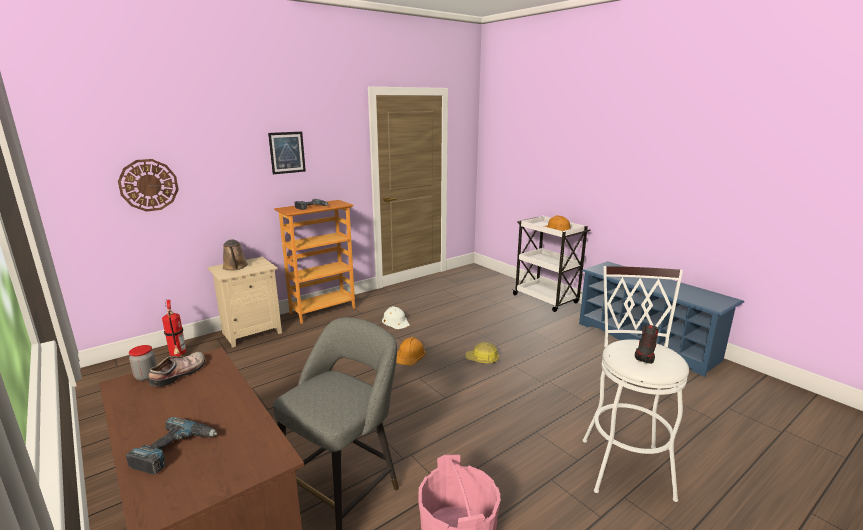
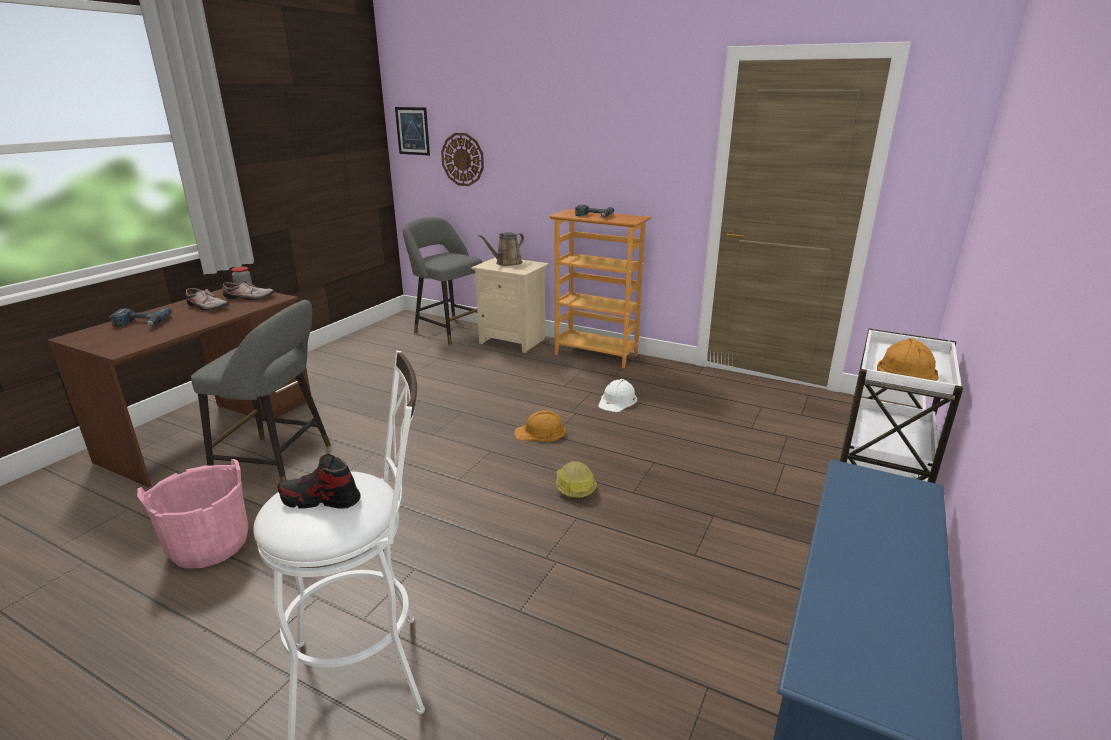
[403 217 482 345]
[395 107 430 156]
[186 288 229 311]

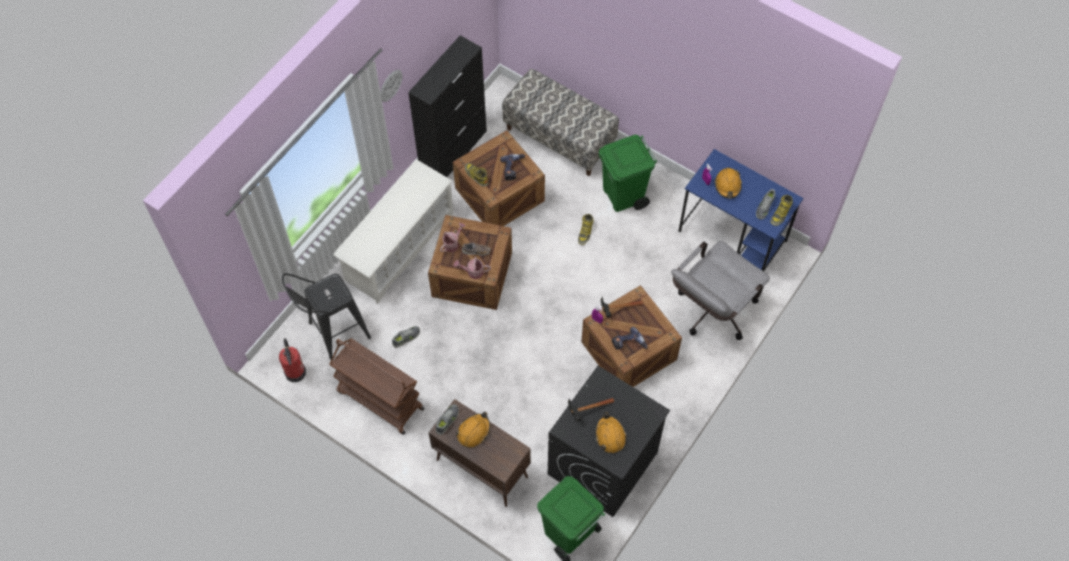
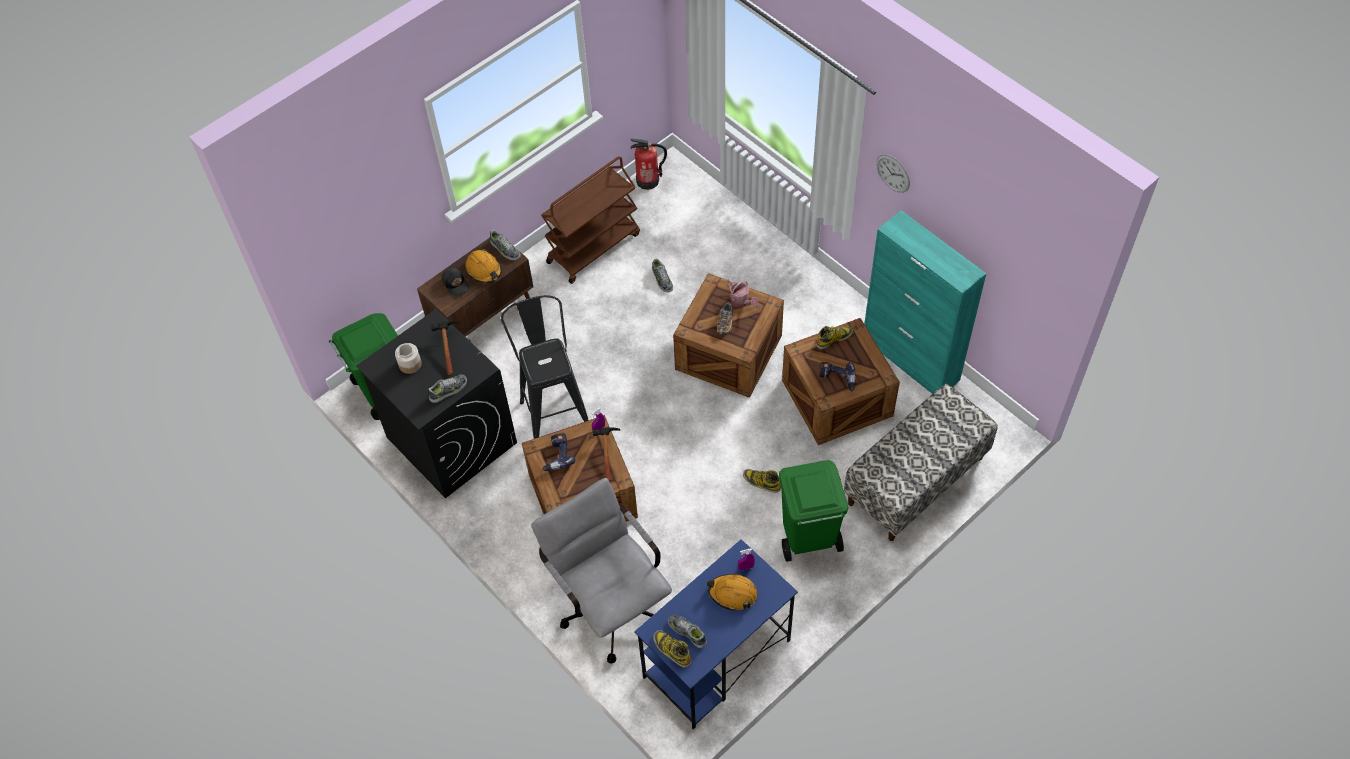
[501 295 588 439]
[333 159 454 304] (first image)
[864 210 987 394]
[454 257 491 279] (first image)
[395 343 422 374]
[428 374 467 403]
[442 268 469 296]

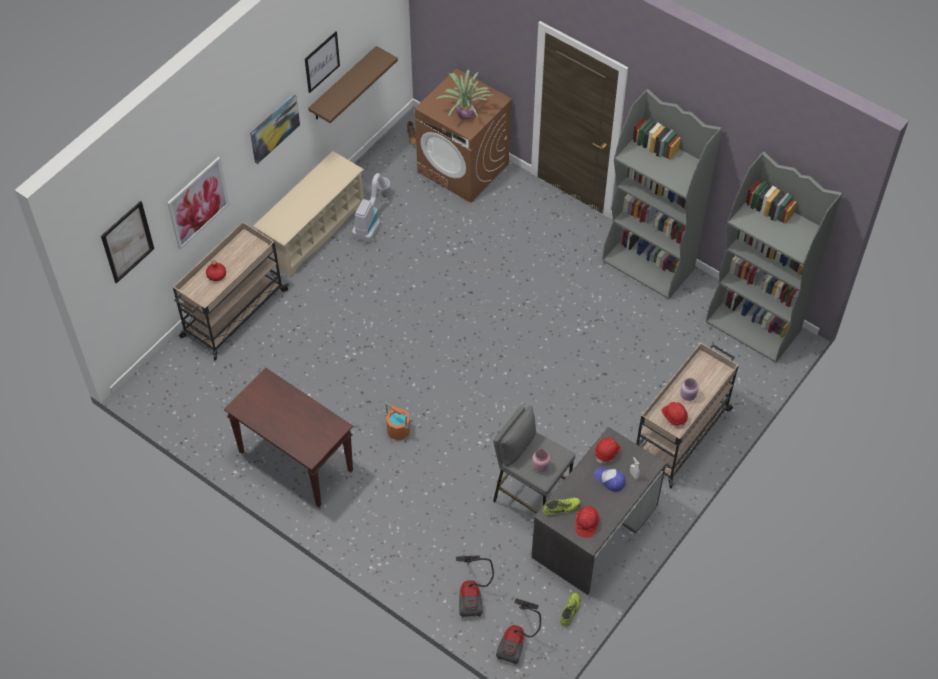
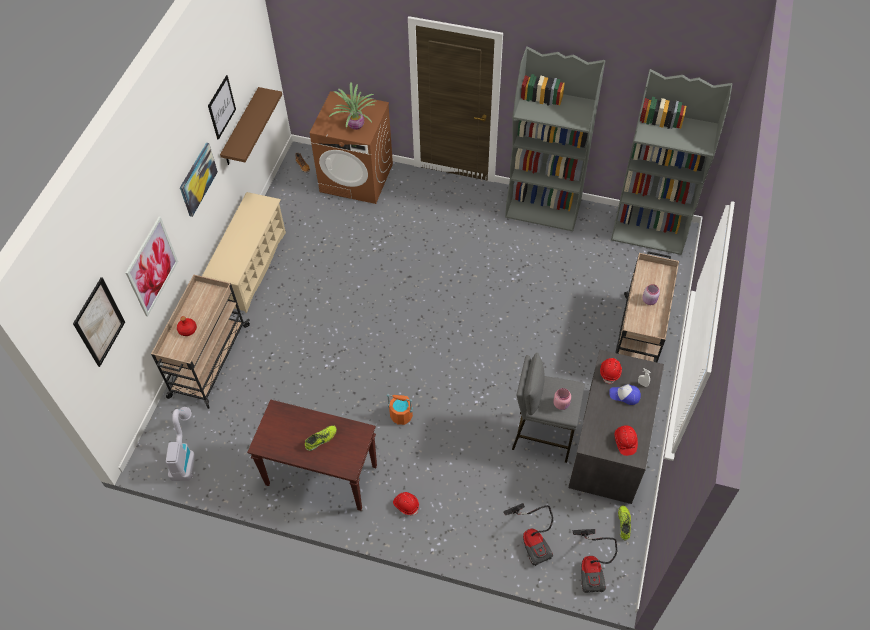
[166 407 195 481]
[305 425 337 451]
[393 492 419 516]

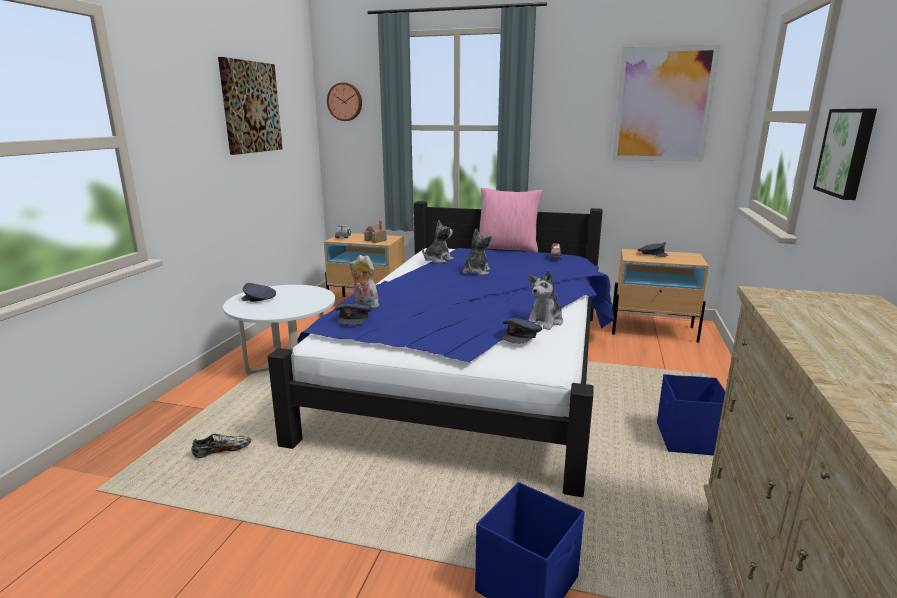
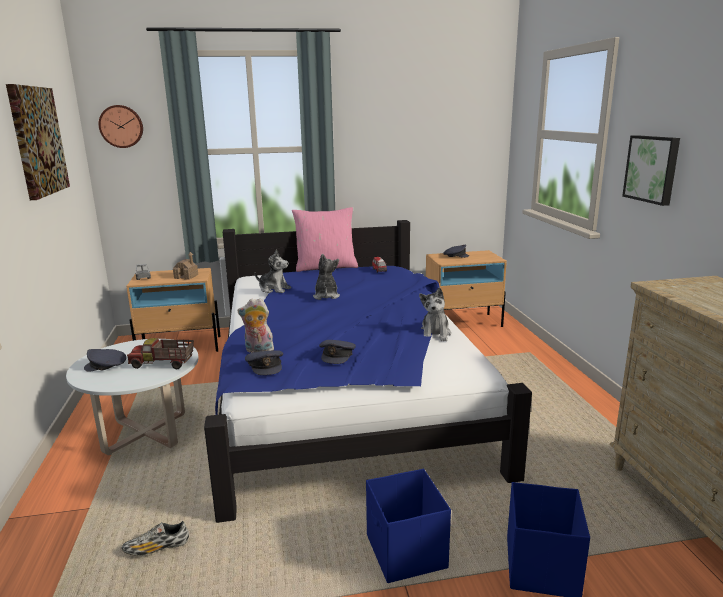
[122 521 189 556]
[255 249 291 293]
[319 340 356 364]
[612 45 720 162] (first image)
[366 469 451 583]
[127 338 194 369]

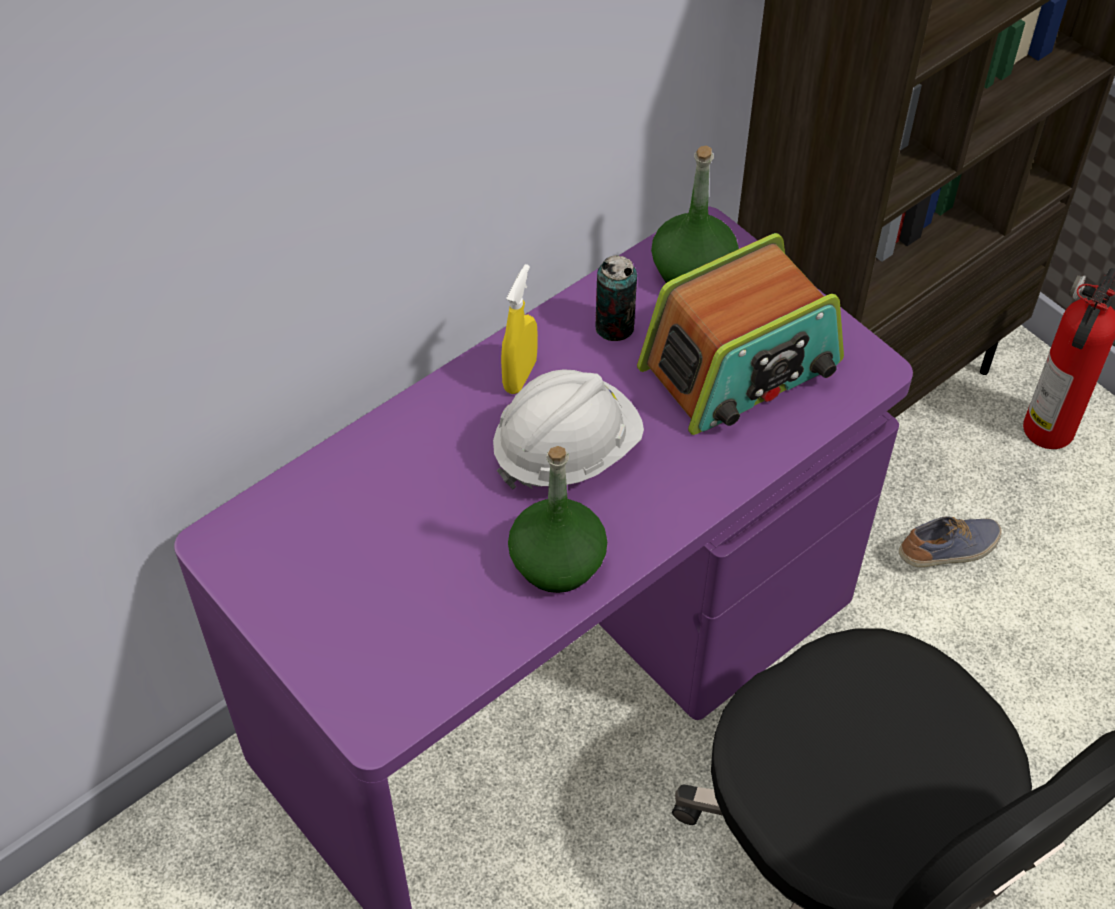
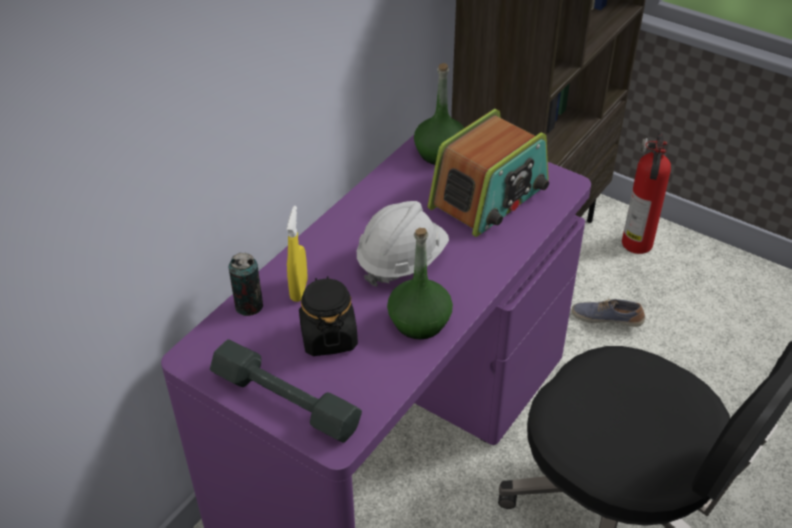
[287 206 308 302]
[229 253 263 316]
[572 299 645 327]
[210 339 362 443]
[299 276 358 356]

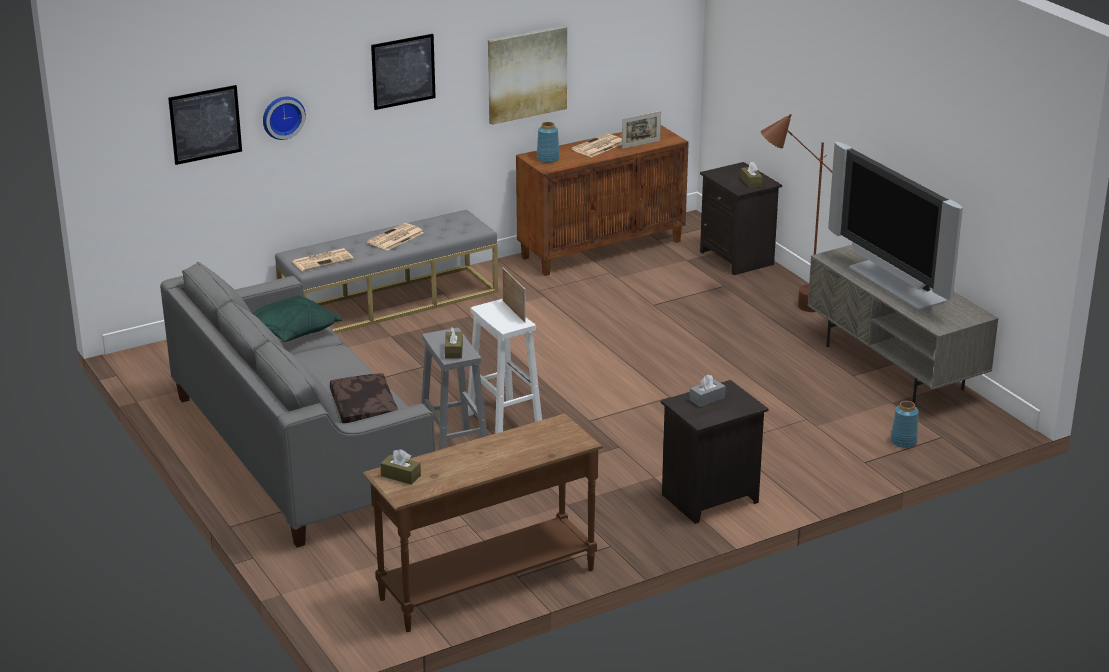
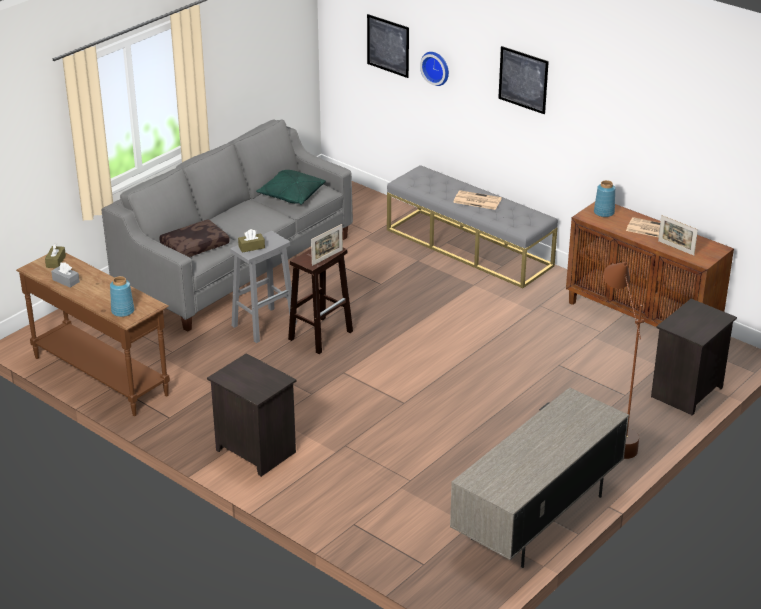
[292 248 354 271] (first image)
[288 248 353 354]
[488 26 567 125] (first image)
[51 262 80 288]
[740 162 763 188] (first image)
[828 142 963 310] (first image)
[110 276 134 317]

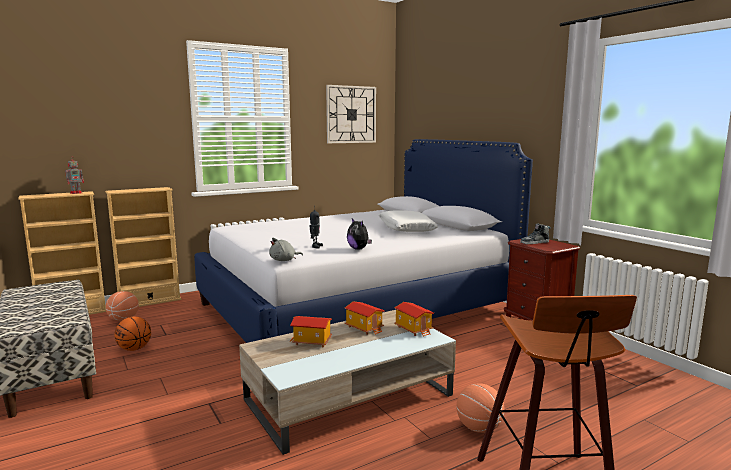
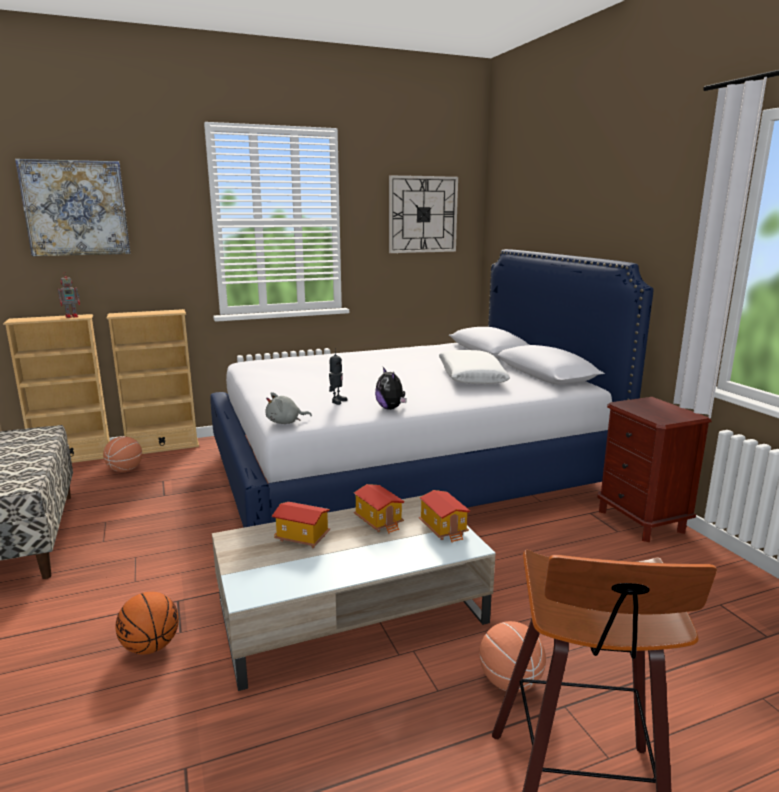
[116 592 179 654]
[520 223 551 244] (first image)
[15 159 130 256]

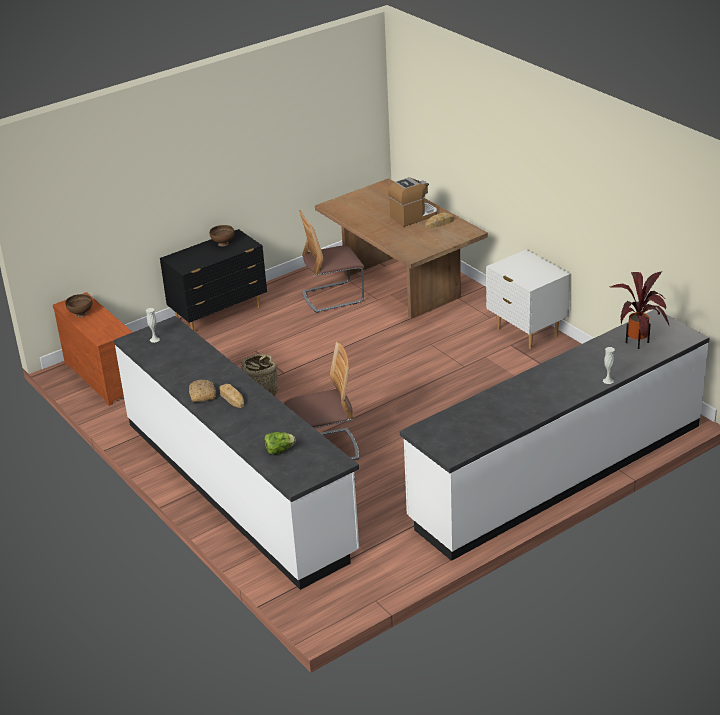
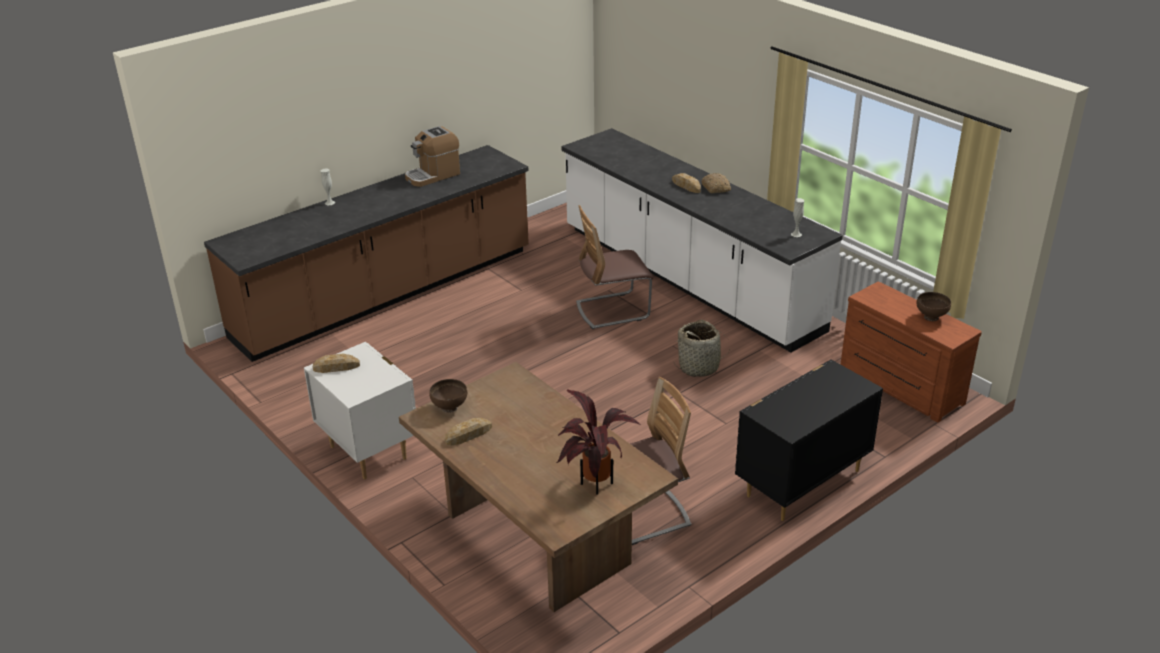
[429 379 467 413]
[264 432 296 454] (first image)
[405 126 460 187]
[204 145 529 362]
[557 389 640 495]
[313 354 360 373]

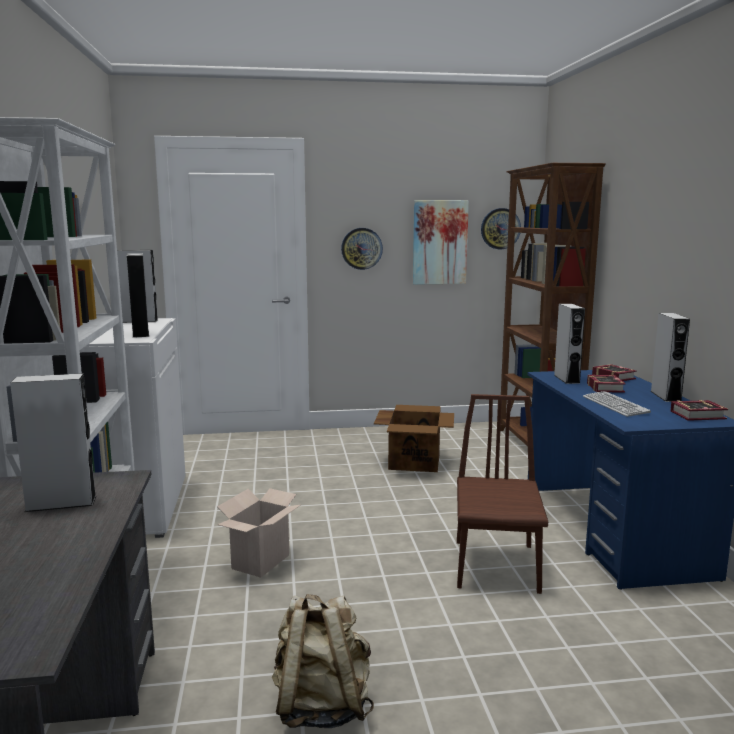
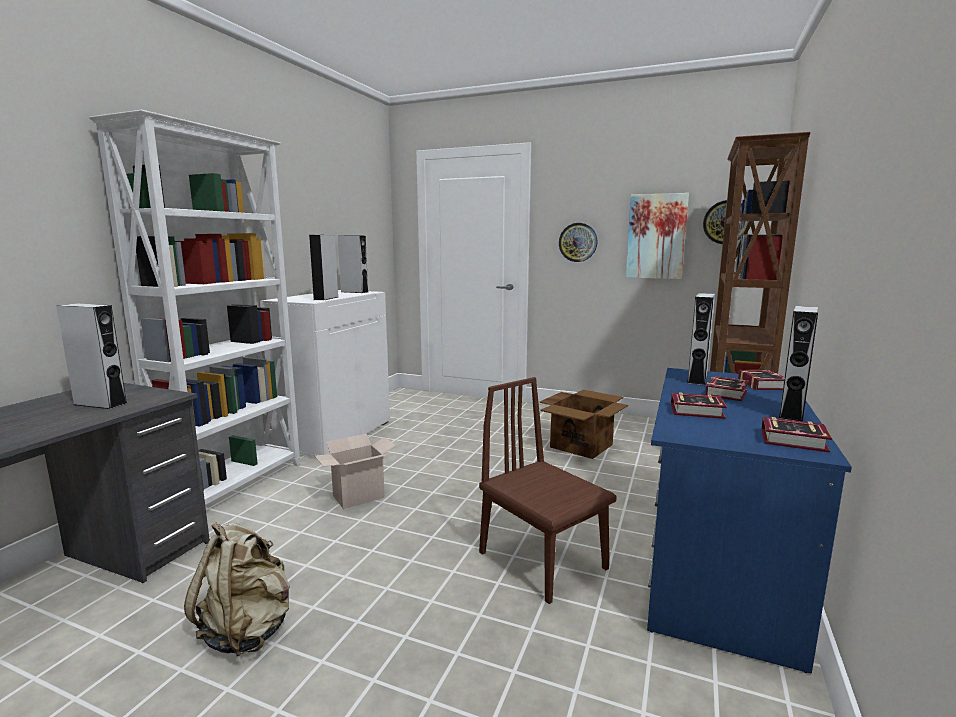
[479 377 617 604]
[671 392 727 419]

